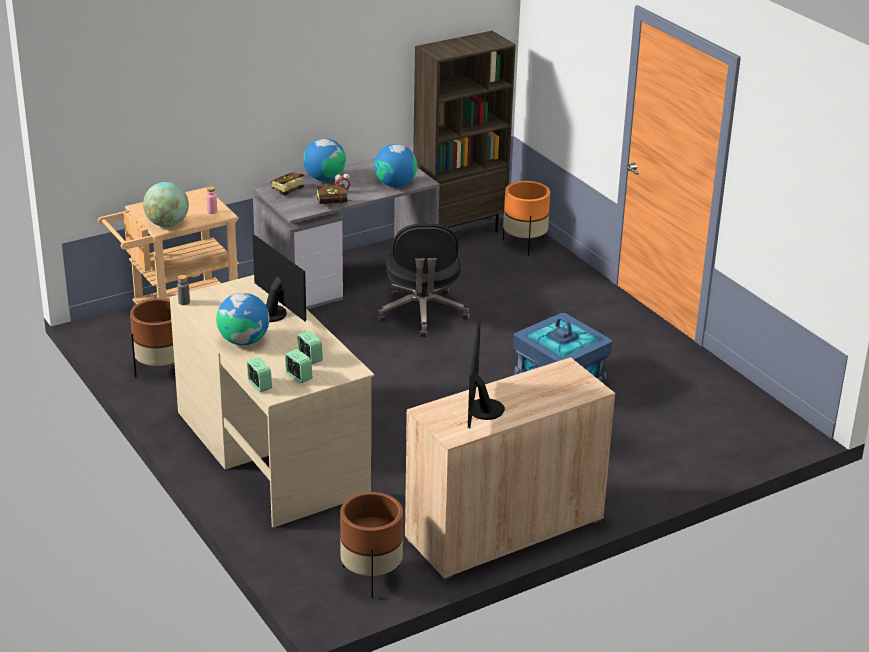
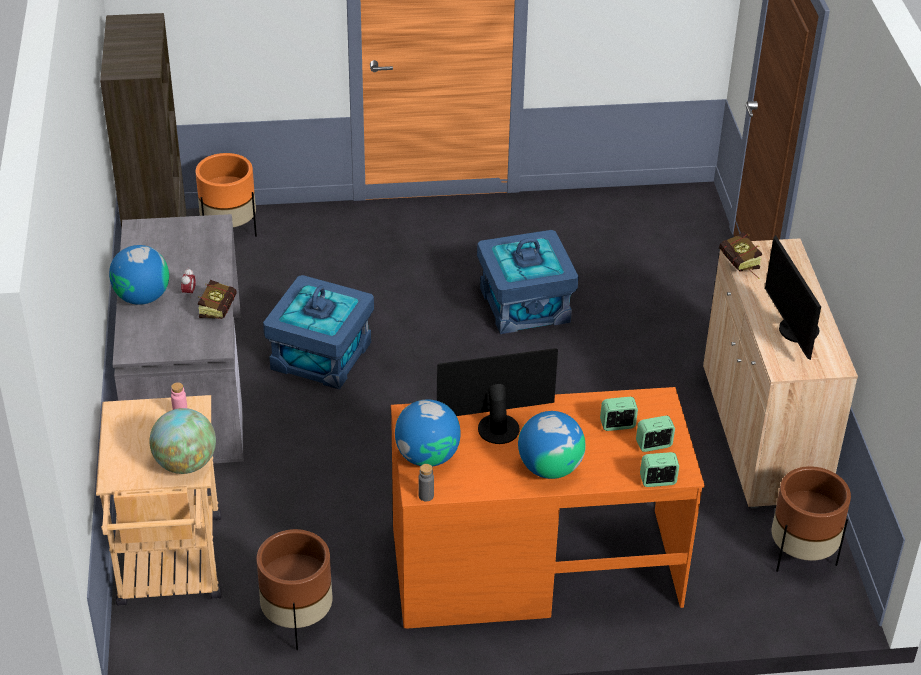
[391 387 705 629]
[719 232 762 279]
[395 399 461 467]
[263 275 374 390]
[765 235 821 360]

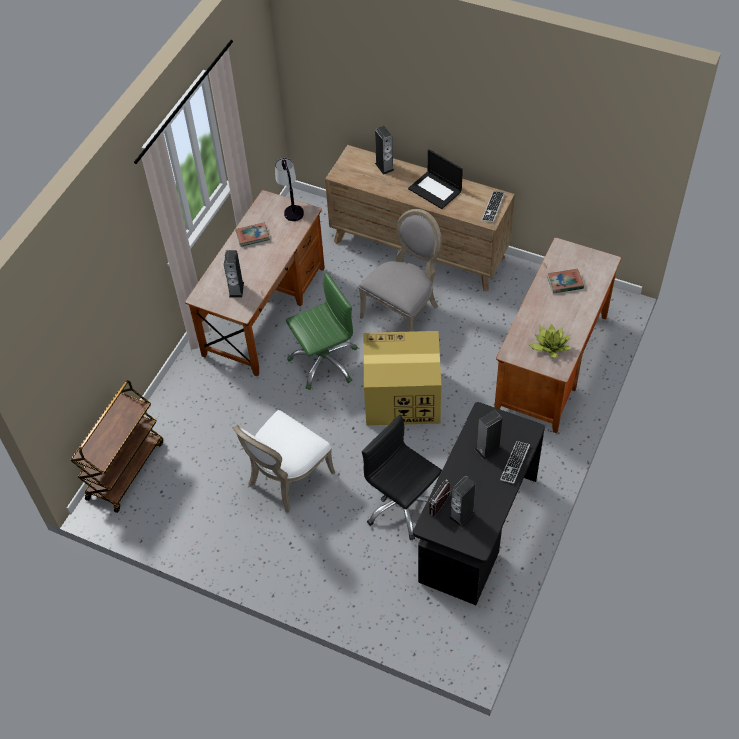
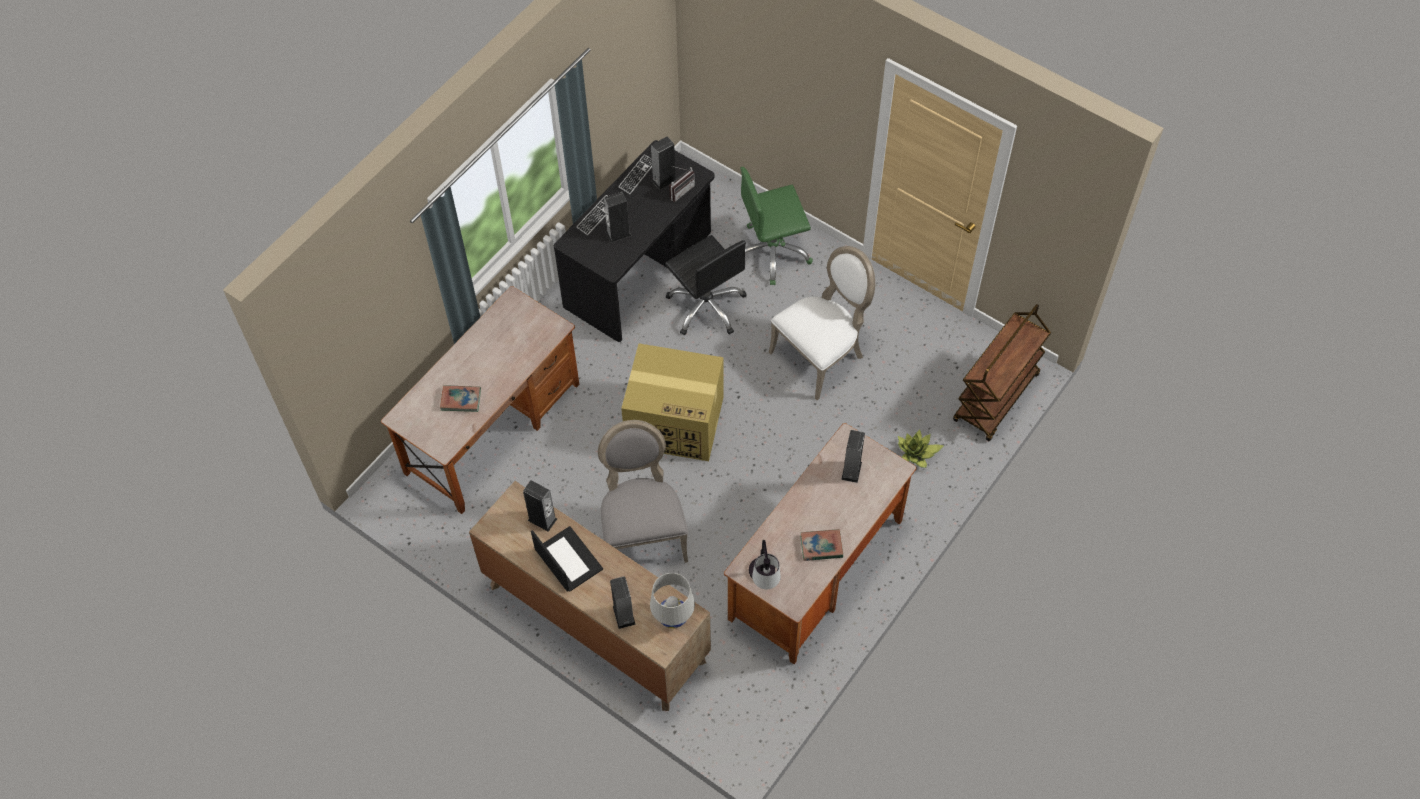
[740 167 813 285]
[598 420 688 563]
[618 154 652 194]
[898 429 944 468]
[523 480 557 532]
[650 573 695 628]

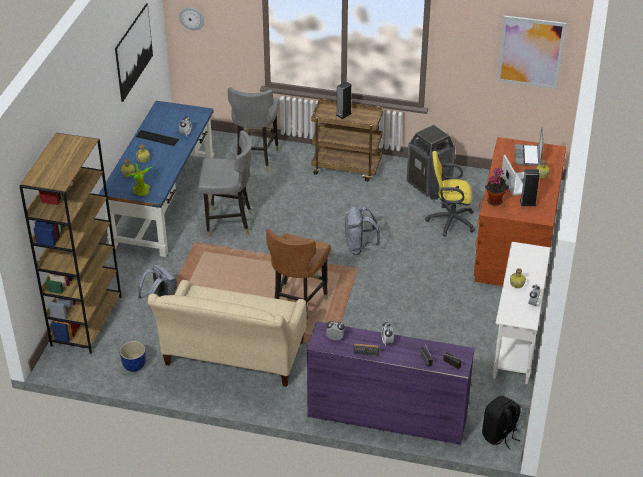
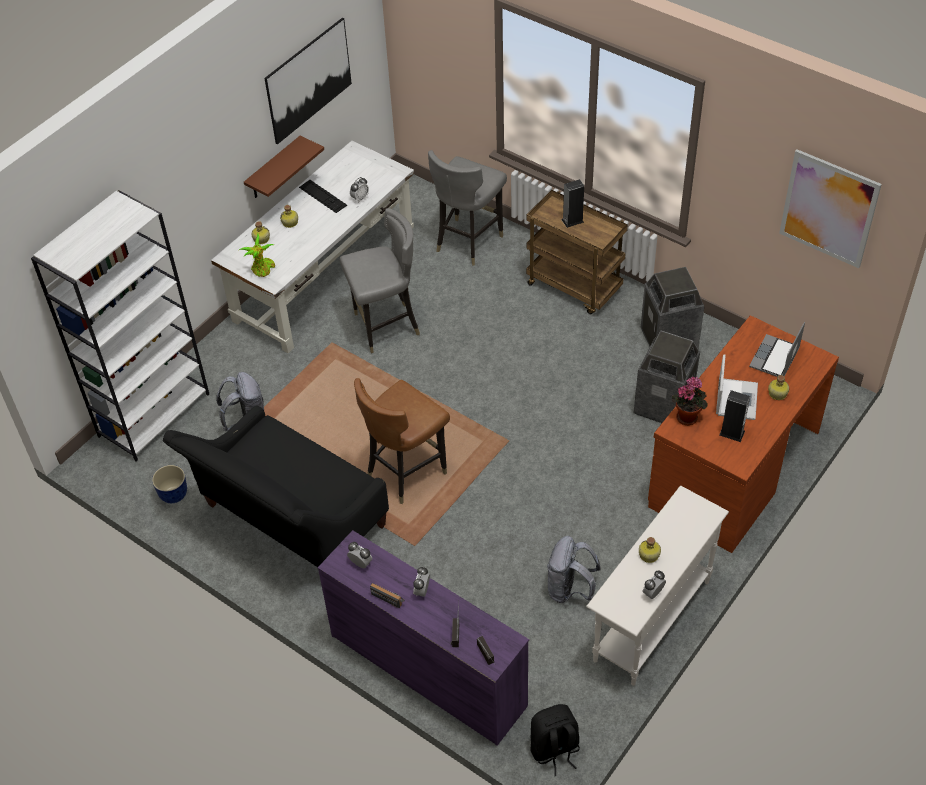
[31 190 209 461]
[211 141 414 353]
[163 406 389 567]
[179 7 204 31] (first image)
[340 208 420 353]
[547 536 601 603]
[634 331 700 423]
[244 135 324 198]

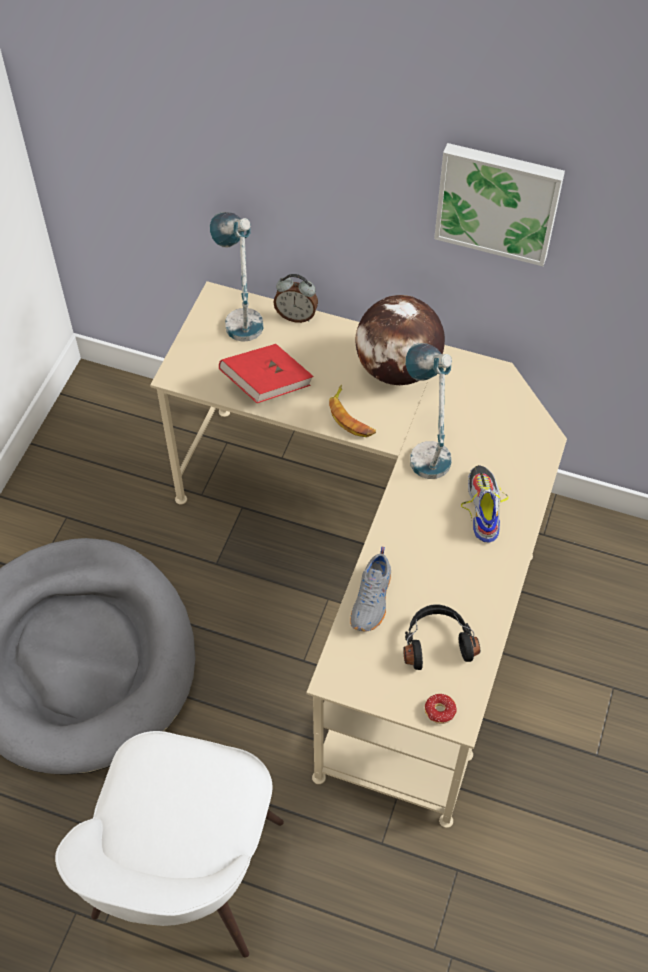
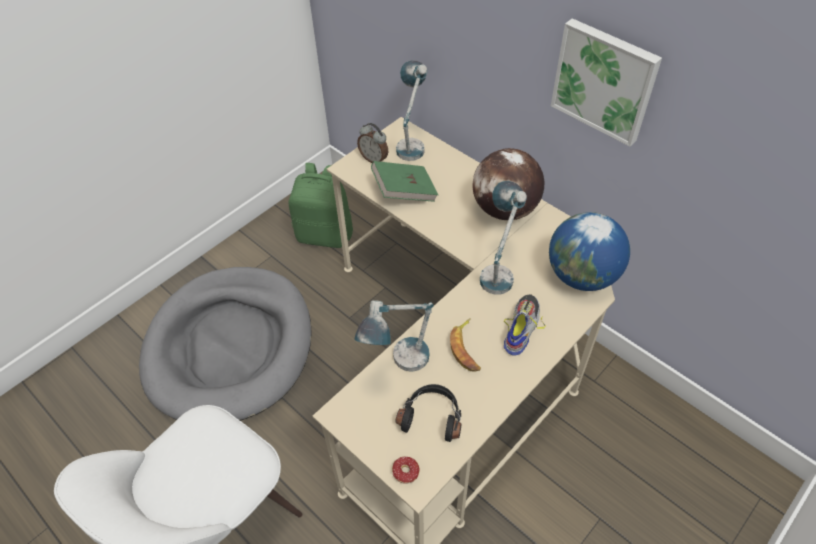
[371 161 438 202]
[357 123 389 163]
[450 318 481 372]
[354 300 434 372]
[288 163 353 248]
[549 212 630 291]

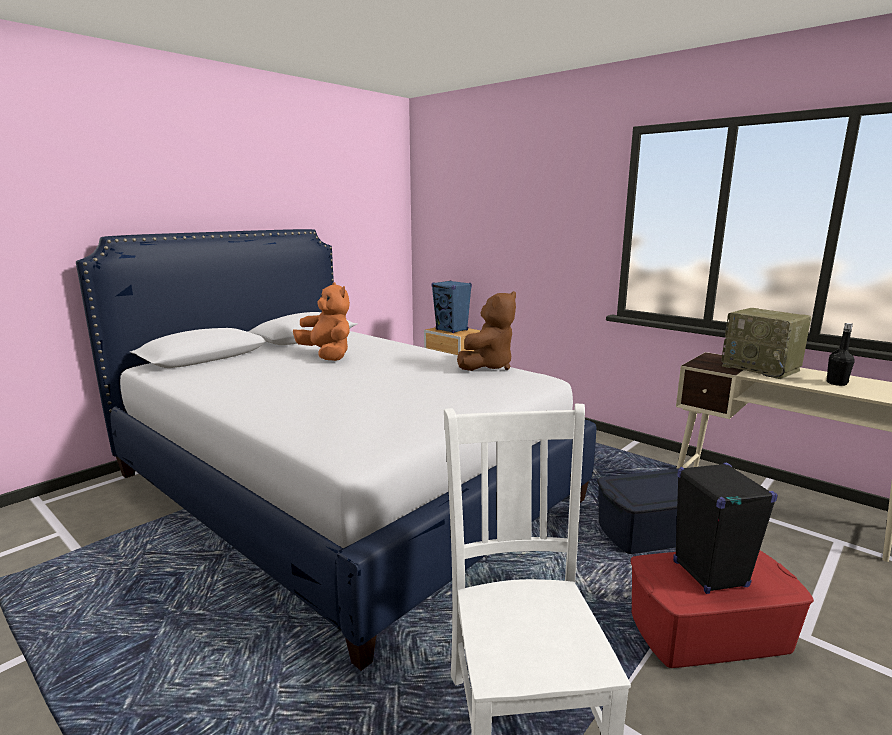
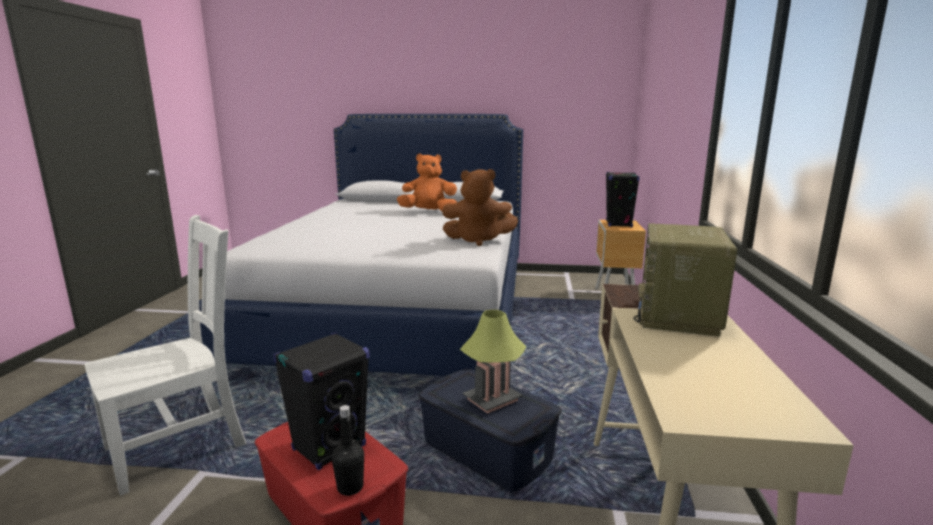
[397 153 457 211]
[606 172 640 227]
[332 405 364 496]
[460 310 526 414]

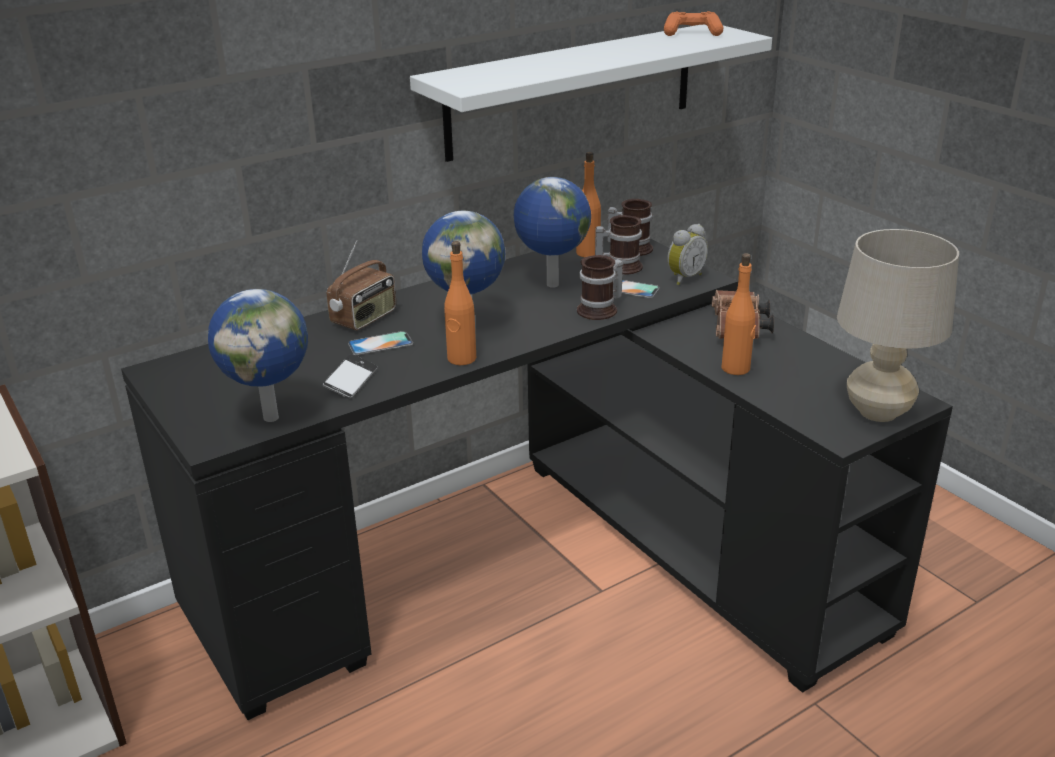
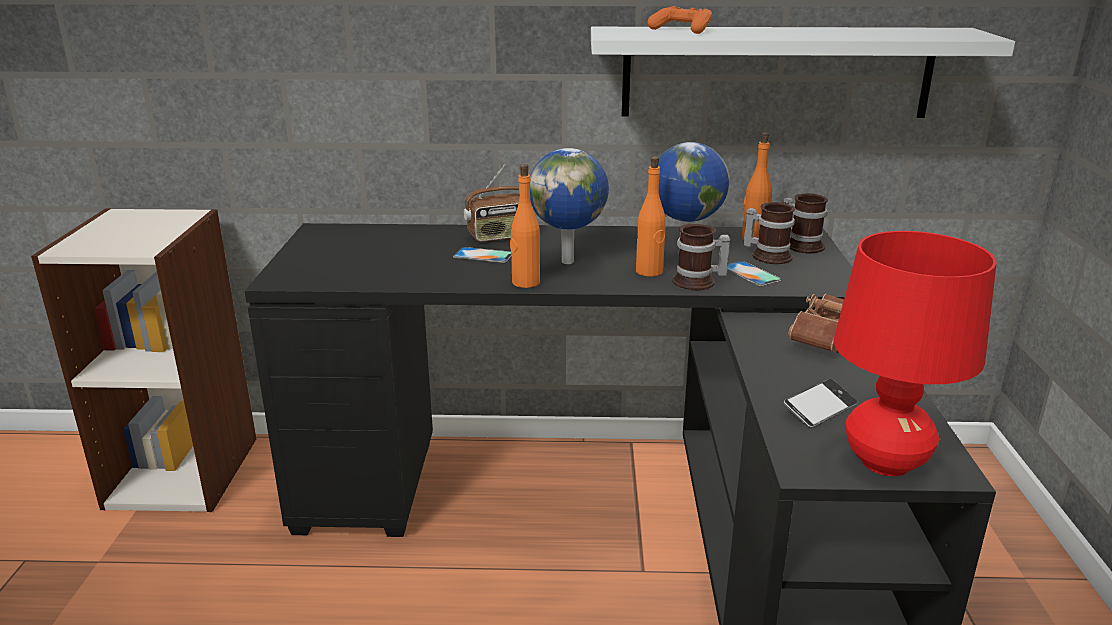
[208 289 308 422] (first image)
[784 379 857 428]
[647 6 712 34]
[667 224 708 285] (first image)
[636 156 666 276]
[833 231 996 476]

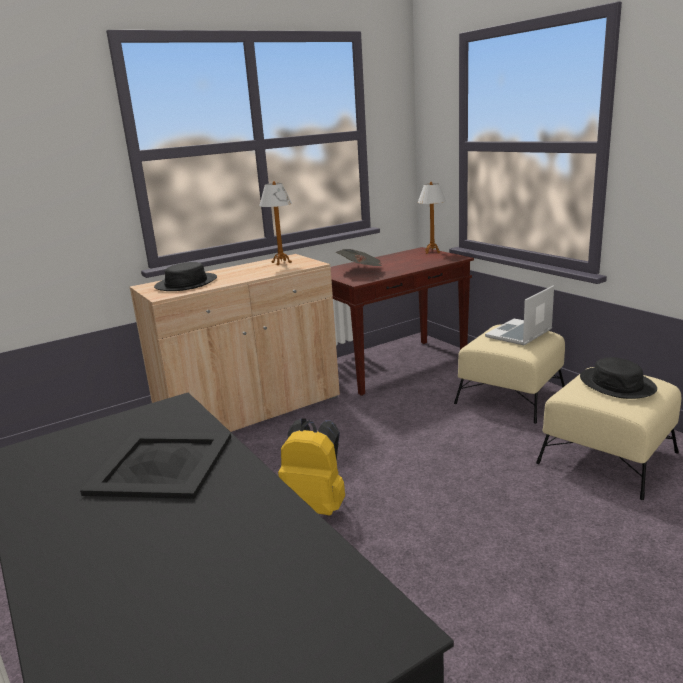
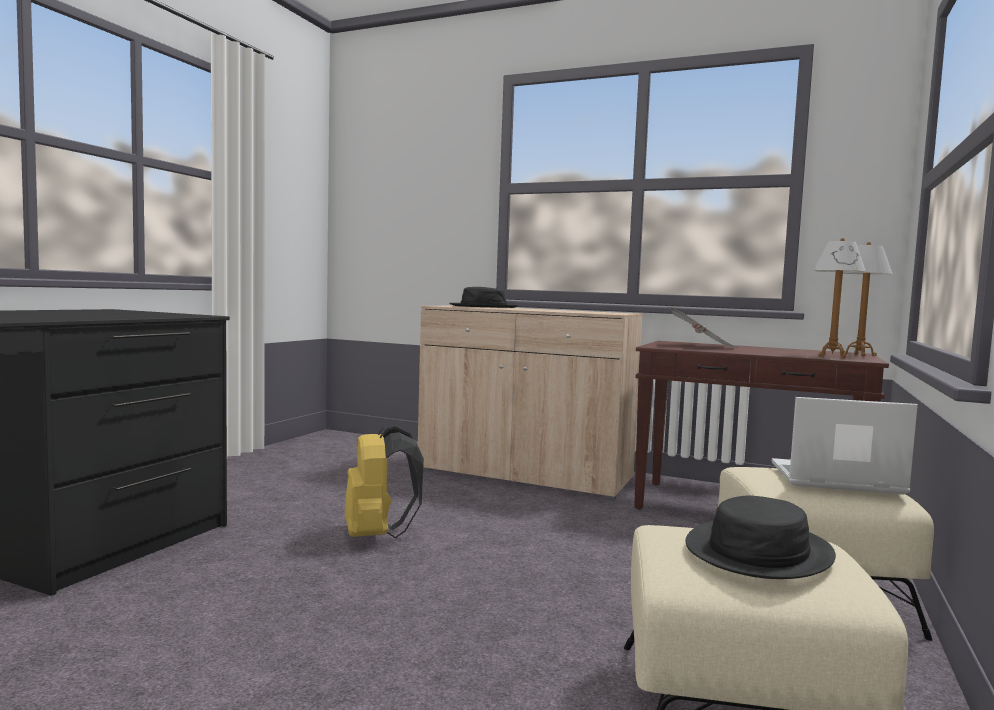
[80 432 231 499] (first image)
[813 238 866 358]

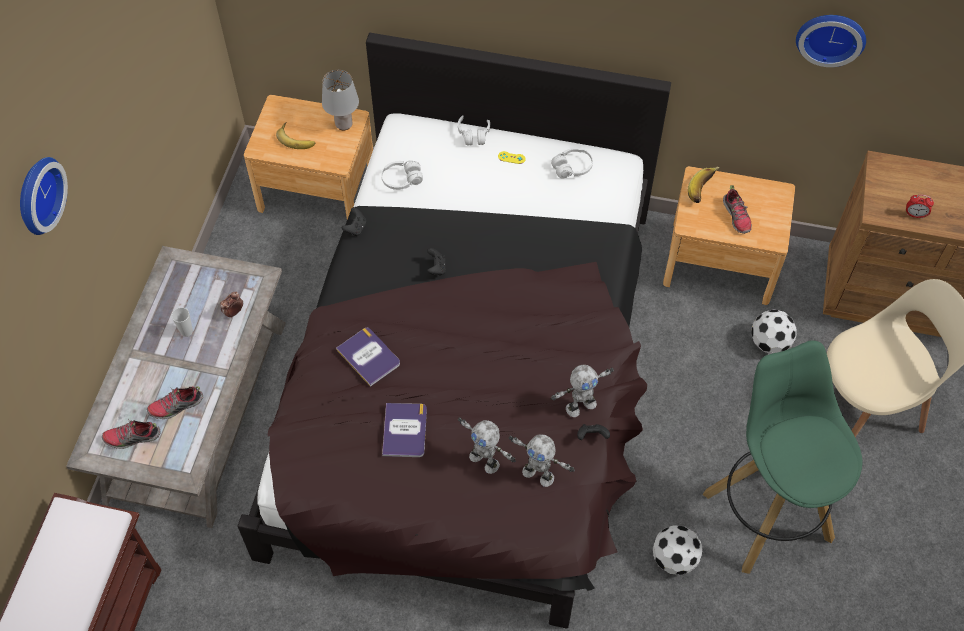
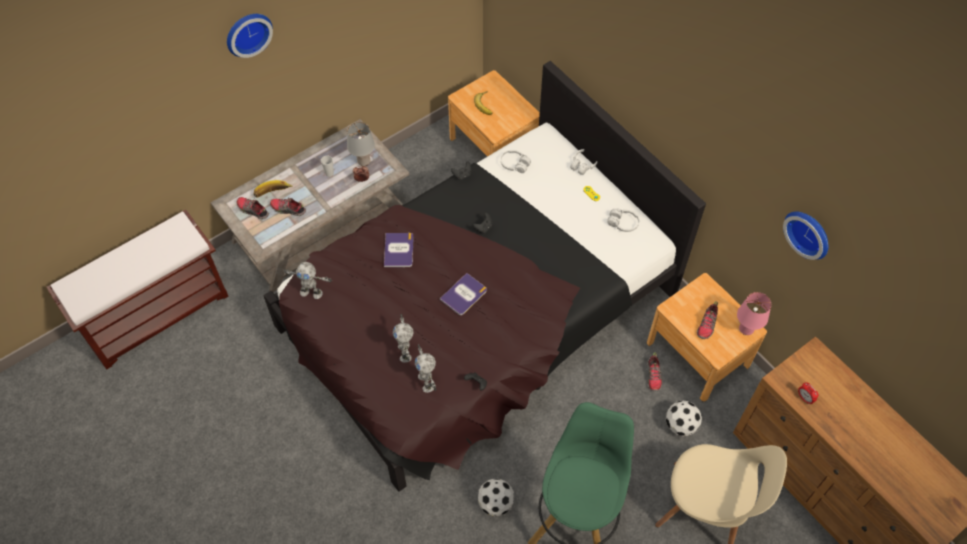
[347 122 375 166]
[440 273 487 315]
[283 262 332 299]
[254 180 293 198]
[647 352 662 391]
[737 292 771 335]

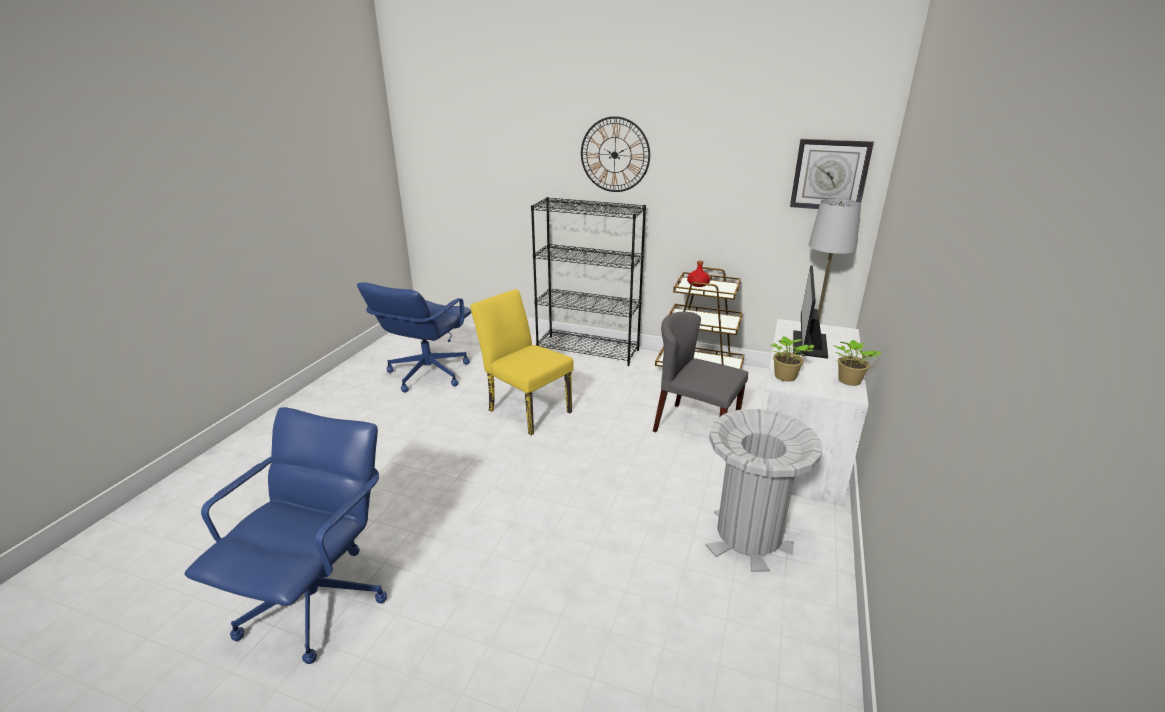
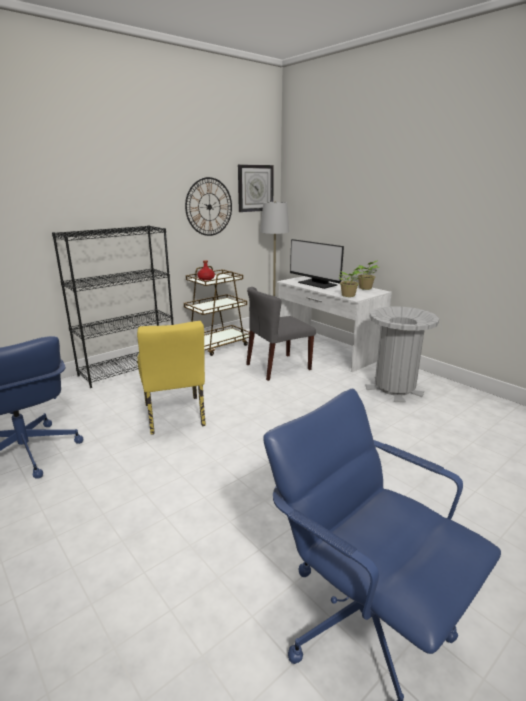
[137 321 206 435]
[185 177 232 236]

